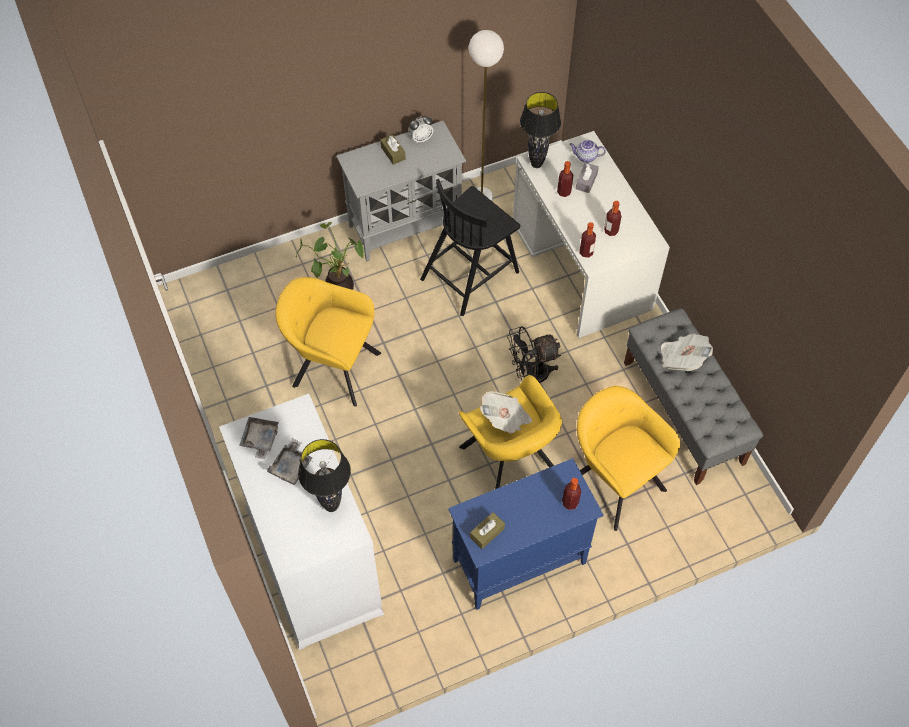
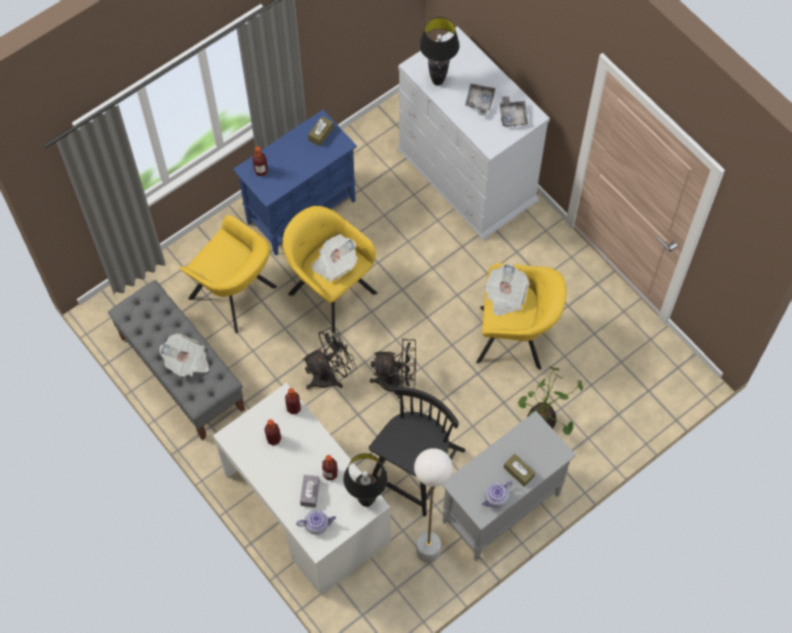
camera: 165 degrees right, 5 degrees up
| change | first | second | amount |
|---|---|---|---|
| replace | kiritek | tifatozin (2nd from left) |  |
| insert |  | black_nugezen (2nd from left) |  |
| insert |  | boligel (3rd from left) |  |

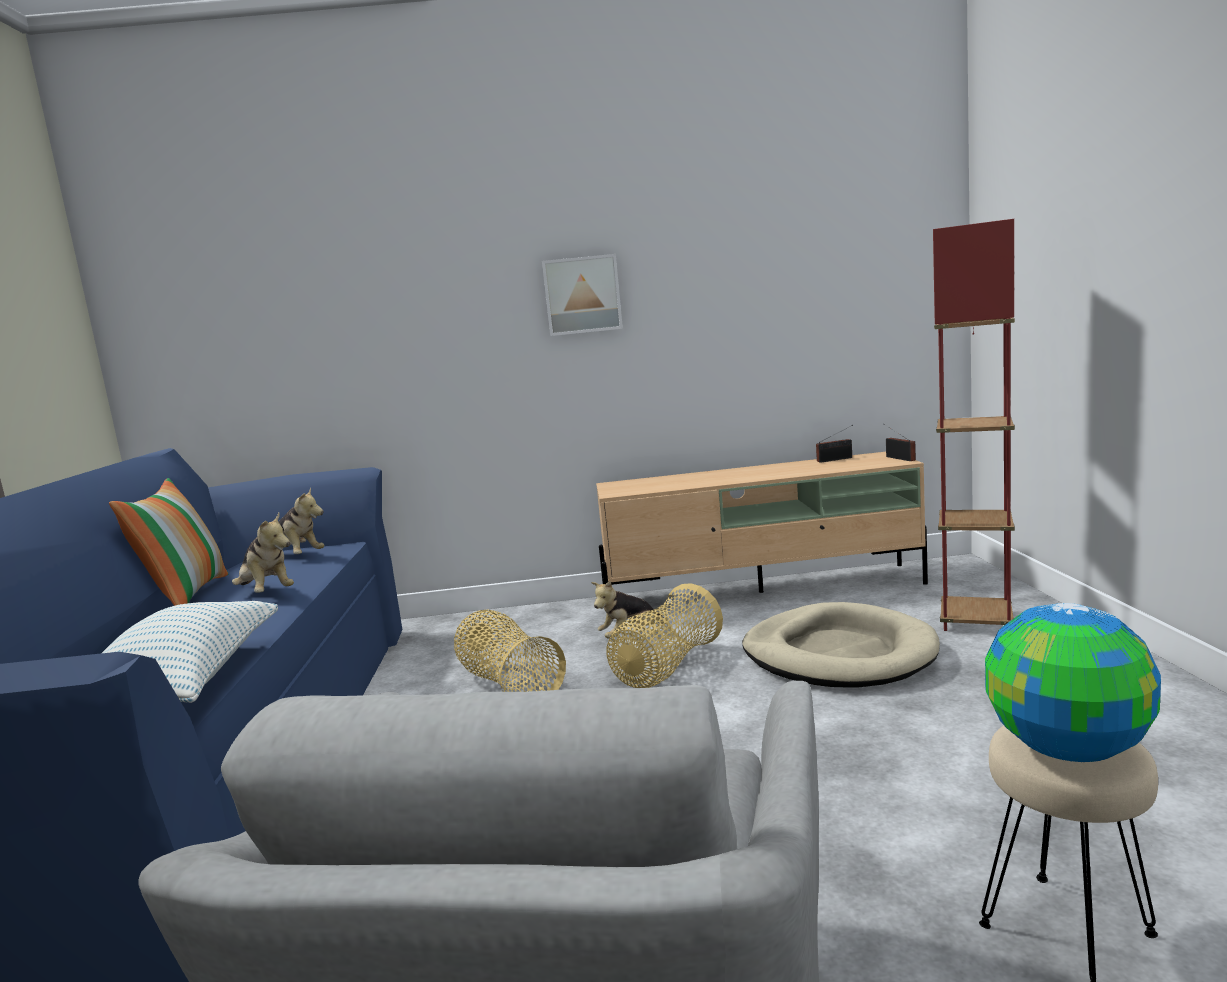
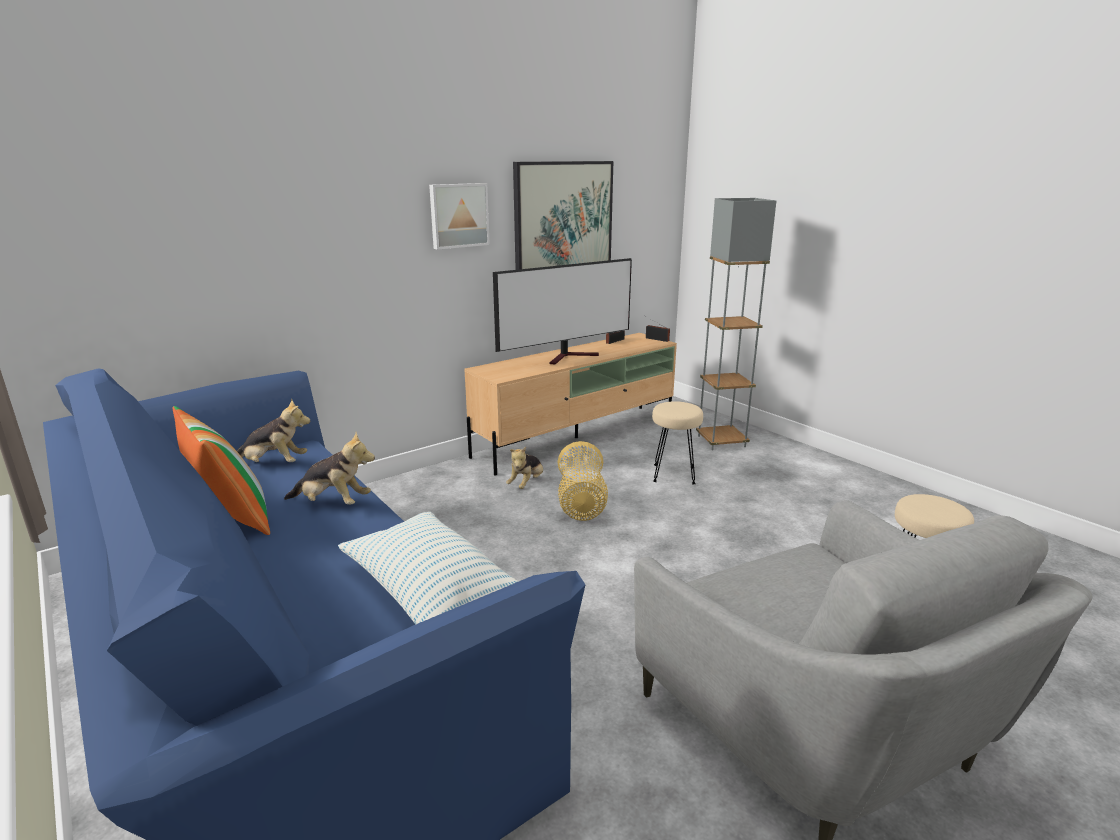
camera: 35 degrees left, 10 degrees up
| change | first | second | amount |
|---|---|---|---|
| delete | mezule (1st from left) |  |  |
| replace | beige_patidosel | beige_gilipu (1st from left) |  |
| recolor | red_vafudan | grey_vafudan |  |
| delete | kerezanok |  |  |
| insert |  | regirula |  |
| insert |  | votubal (2nd from left) |  |

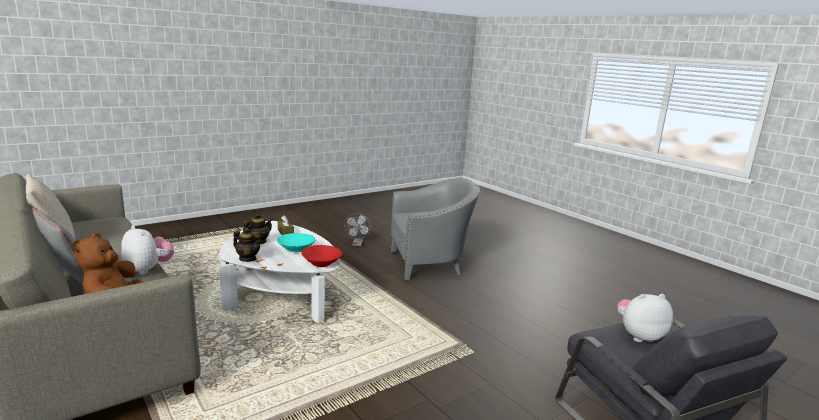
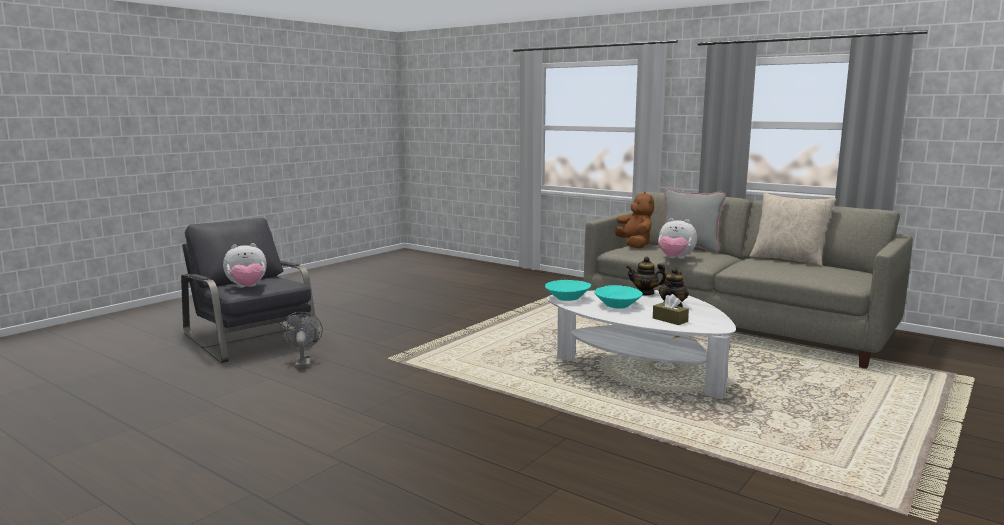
camera: 165 degrees right, 5 degrees down
| change | first | second | amount |
|---|---|---|---|
| recolor | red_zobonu | turquoise_zobonu (1st from left) |  |
| move | grey_nugezen |  |  |
| delete | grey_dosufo (1st from left) |  |  |

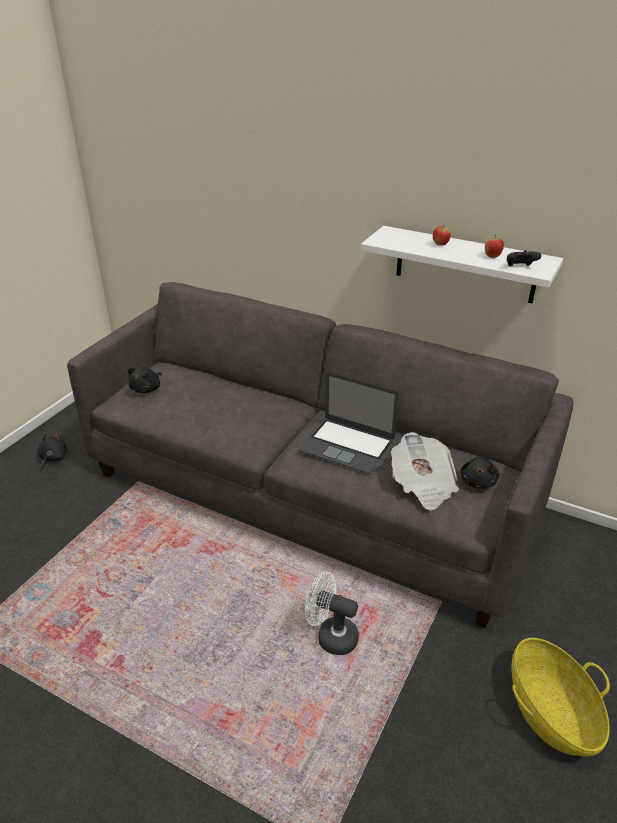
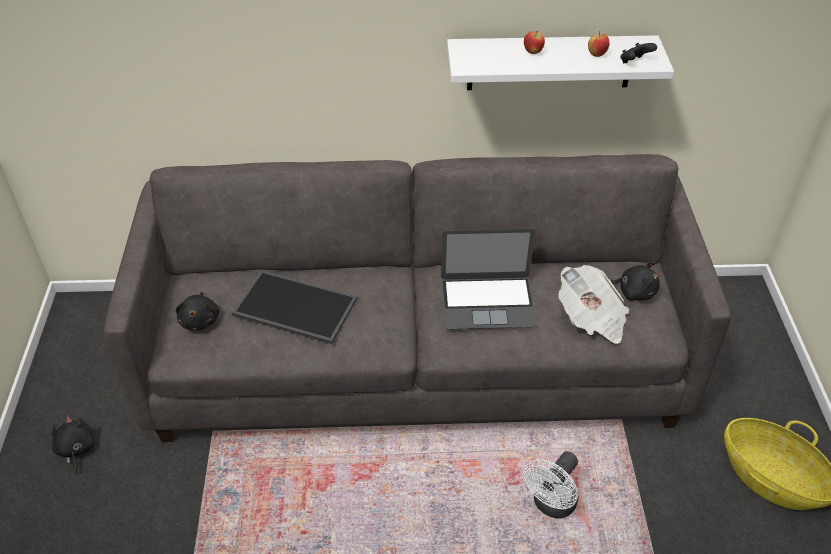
camera: 30 degrees left, 10 degrees up
| change | first | second | amount |
|---|---|---|---|
| rotate | white_nugezen |  | 45 degrees counterclockwise |
| rotate | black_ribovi (3rd from left) |  | 60 degrees counterclockwise |
| insert |  | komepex |  |

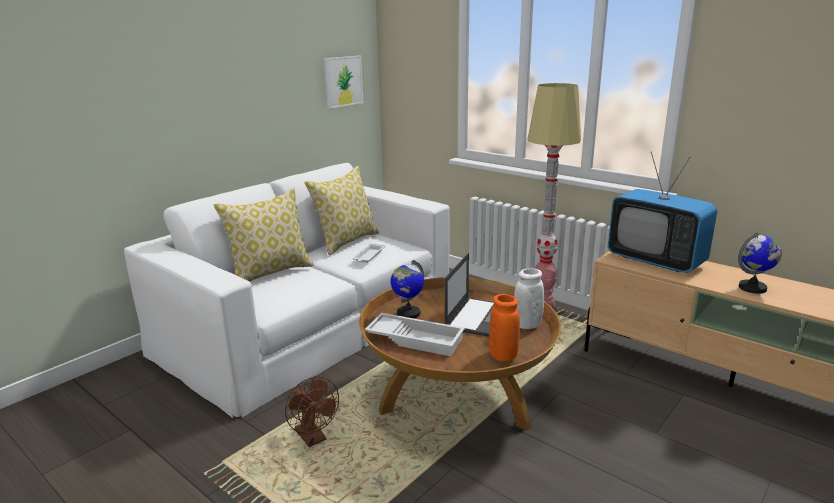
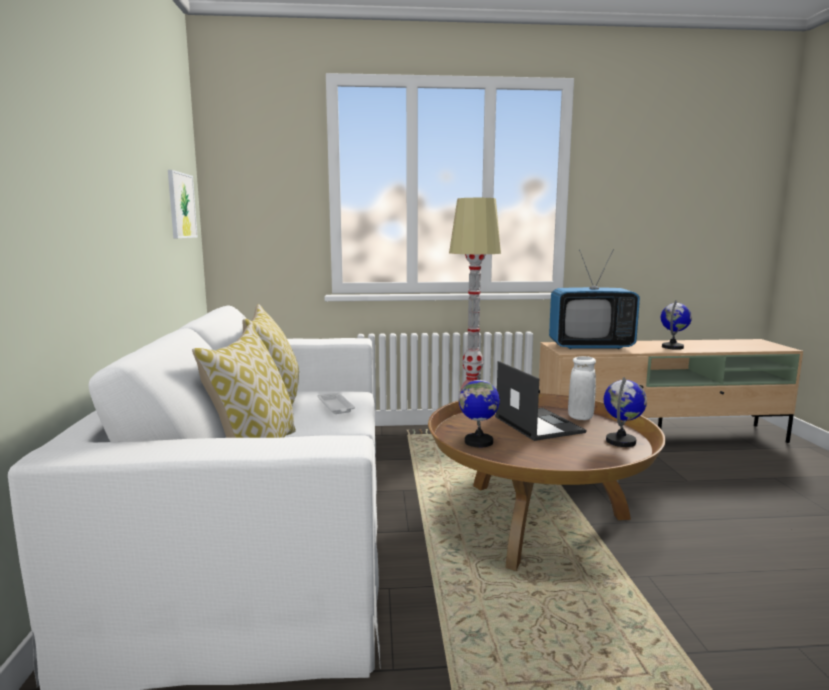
camera: 45 degrees left, 10 degrees down
| change | first | second | amount |
|---|---|---|---|
| delete | brown_nugezen |  |  |
| delete | white_komepex (2nd from left) |  |  |
| replace | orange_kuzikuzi | kerezanok (2nd from left) |  |

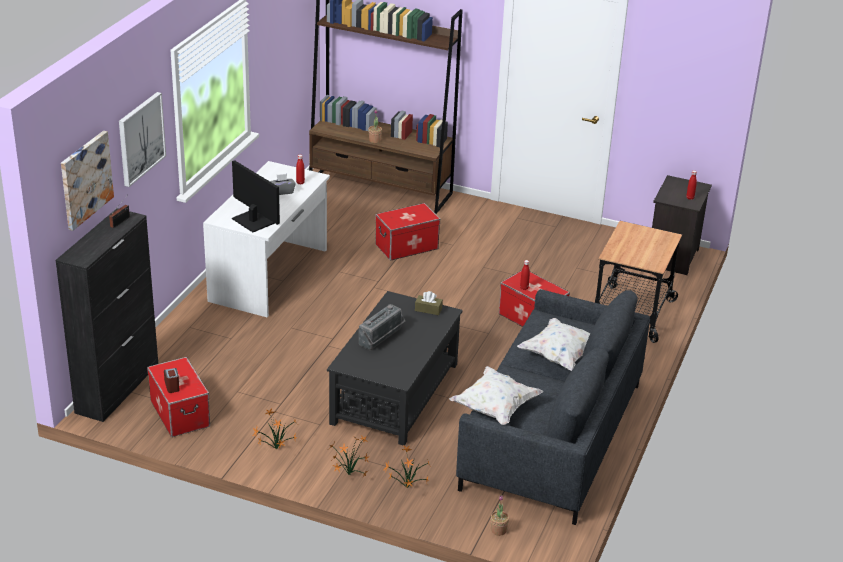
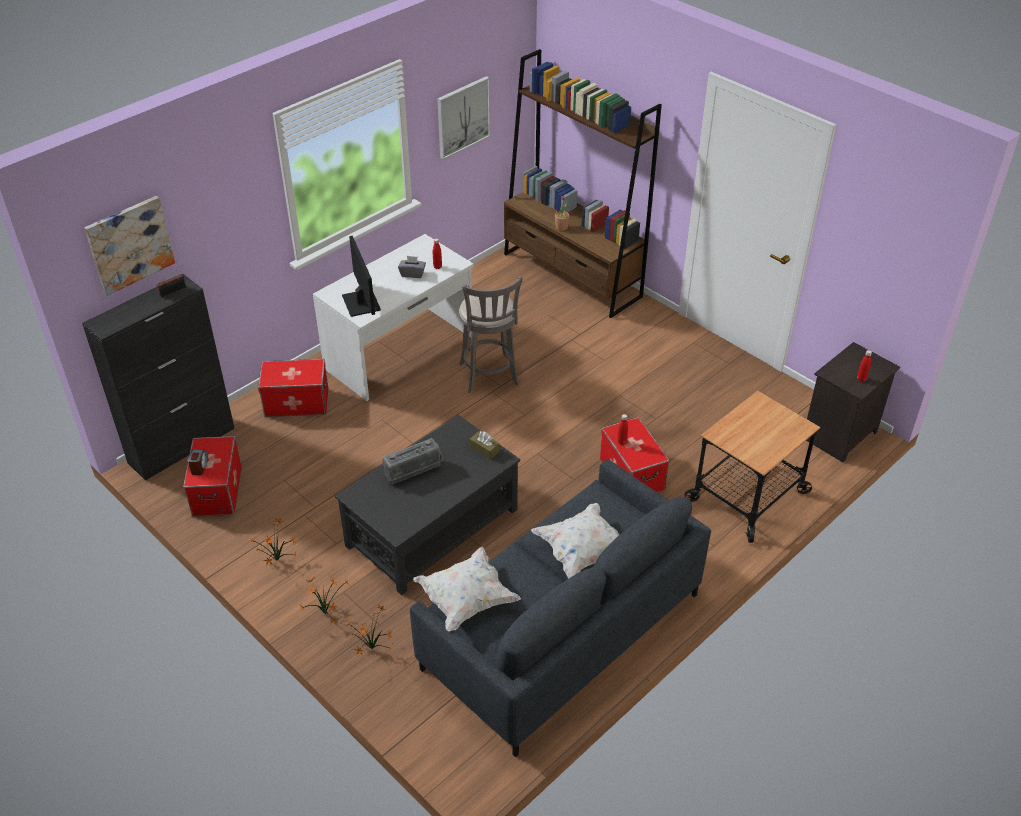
camera: 25 degrees right, 10 degrees up
| change | first | second | amount |
|---|---|---|---|
| move | votubal (2nd from left) |  |  |
| move | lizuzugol (2nd from left) |  |  |
| delete | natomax (5th from left) |  |  |
| insert |  | grey_gilipu |  |

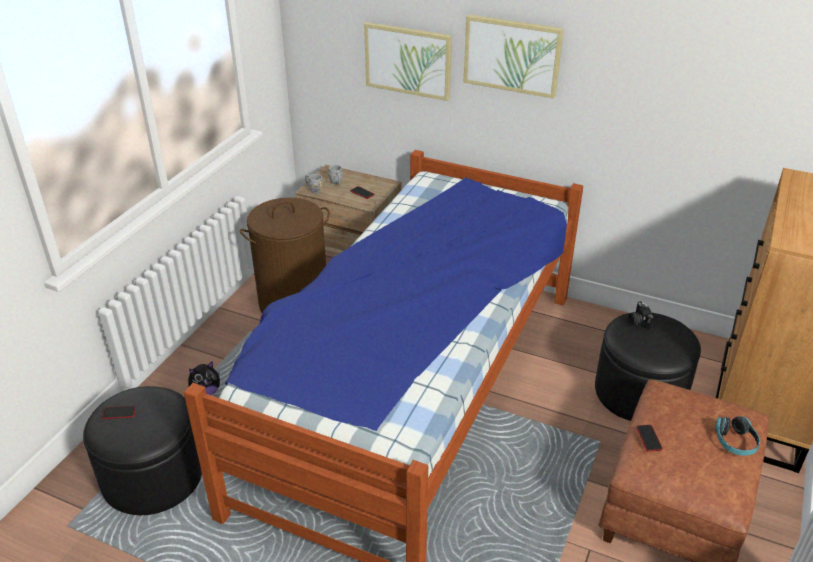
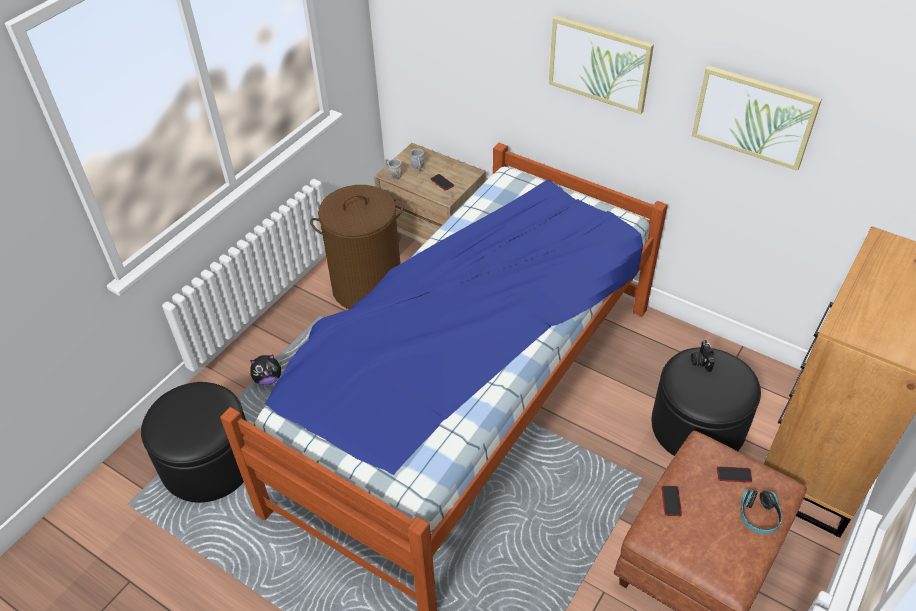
camera: 10 degrees right, 10 degrees up
| change | first | second | amount |
|---|---|---|---|
| move | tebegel (1st from left in the first image) | tebegel (3rd from left) |  |
| move | votubal (1st from left in the first image) | votubal (2nd from left) |  |

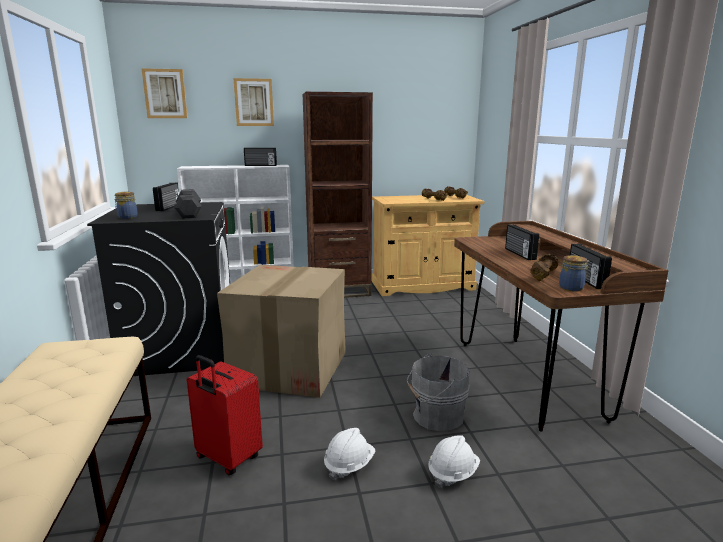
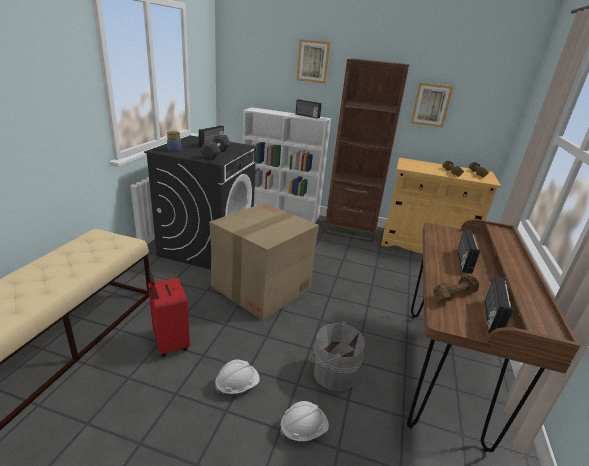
camera: 25 degrees right, 10 degrees up
| change | first | second | amount |
|---|---|---|---|
| move | votubal (1st from left in the first image) | votubal (2nd from left) |  |
| delete | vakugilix (2nd from left) |  |  |

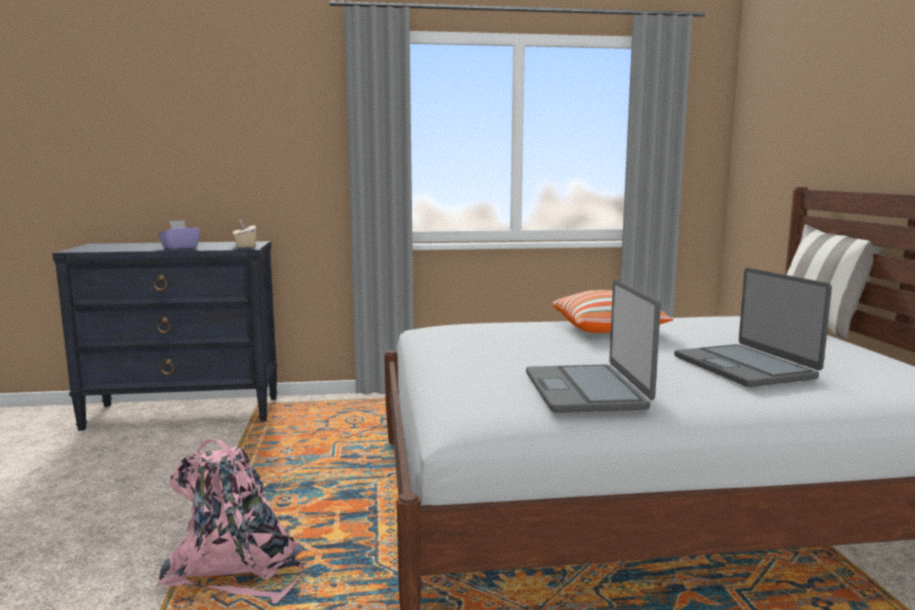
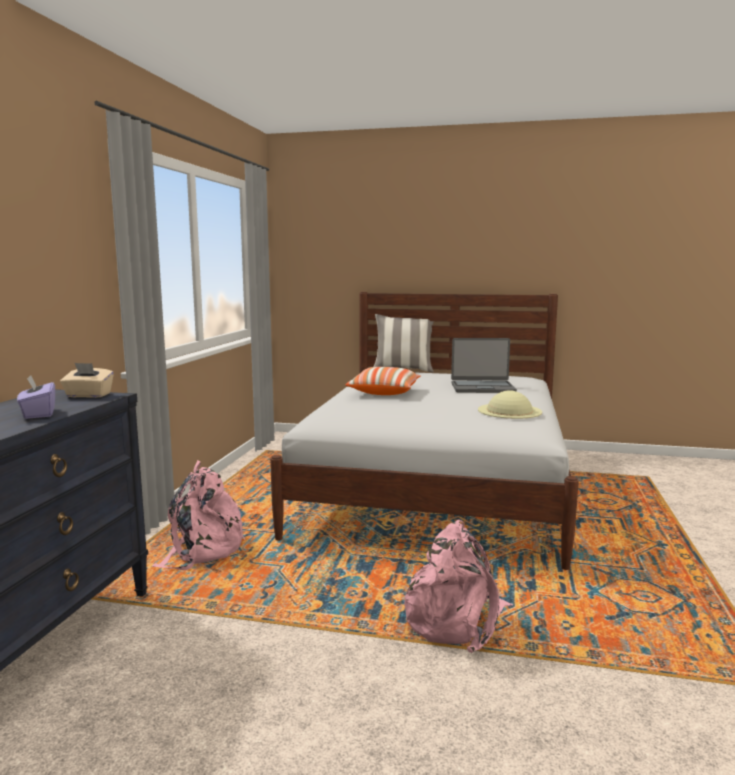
camera: 70 degrees left, 0 degrees up
| change | first | second | amount |
|---|---|---|---|
| replace | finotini (1st from left) | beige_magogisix |  |
| insert |  | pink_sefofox (1st from left) |  |

